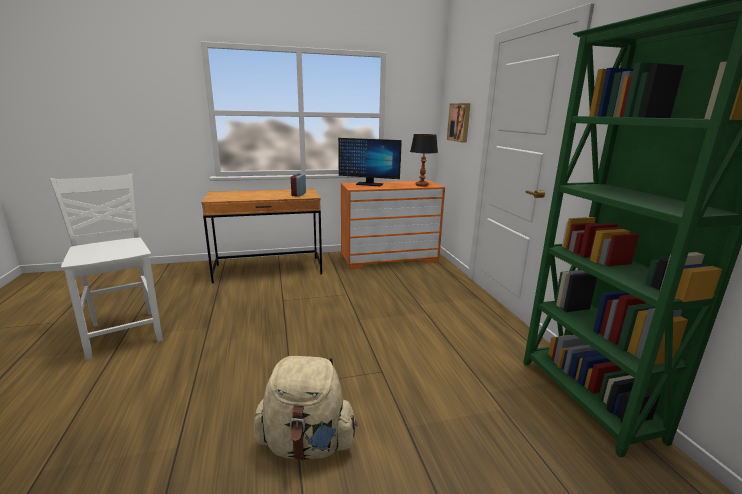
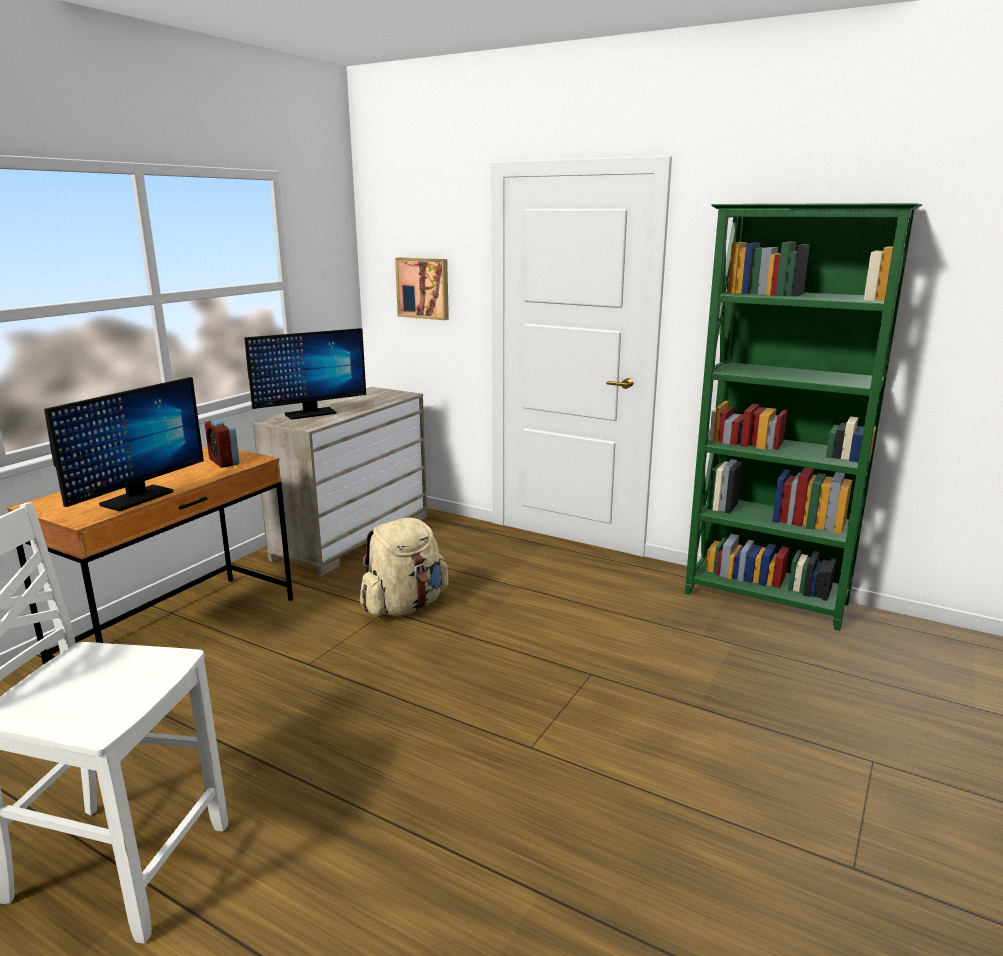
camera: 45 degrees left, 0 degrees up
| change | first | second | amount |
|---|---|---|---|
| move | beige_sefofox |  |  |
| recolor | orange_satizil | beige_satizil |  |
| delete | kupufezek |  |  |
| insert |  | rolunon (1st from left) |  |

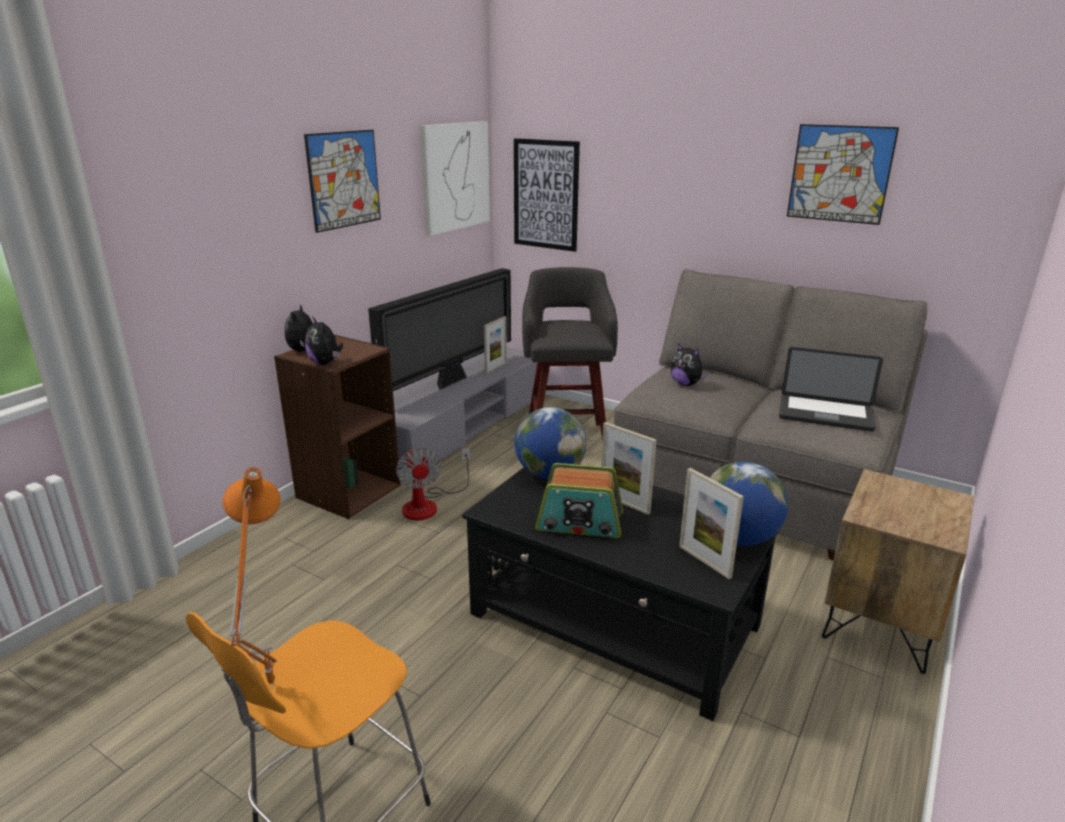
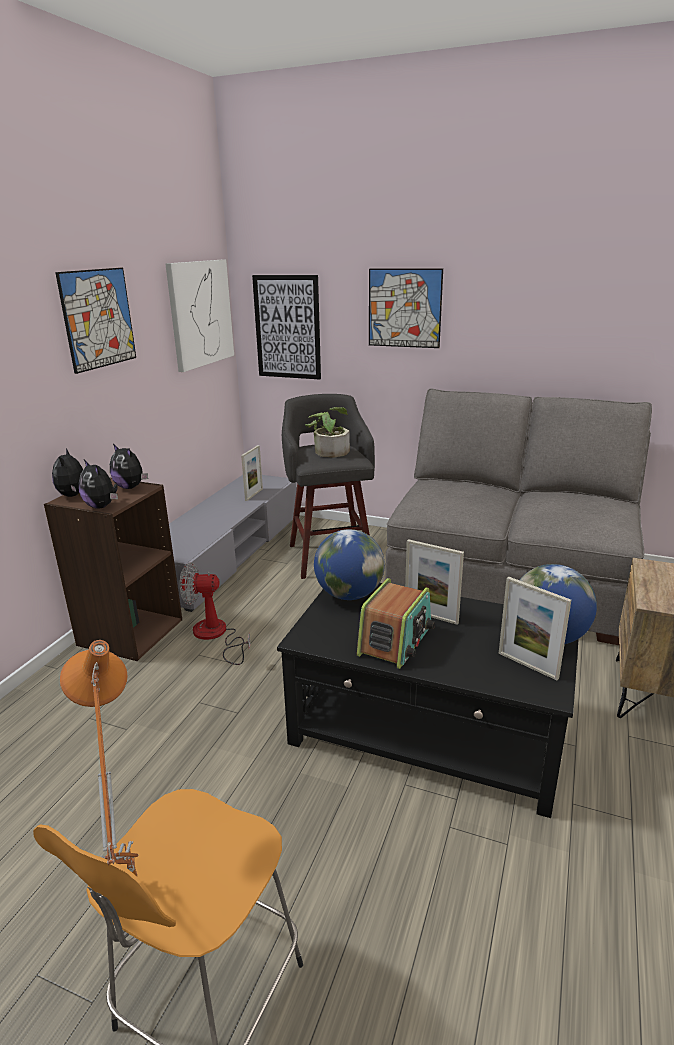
camera: 10 degrees left, 0 degrees up
| change | first | second | amount |
|---|---|---|---|
| delete | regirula |  |  |
| rotate | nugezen |  | 120 degrees clockwise |
| rotate | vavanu |  | 60 degrees counterclockwise |
| move | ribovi (3rd from left) |  |  |
| delete | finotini |  |  |
| move | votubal (4th from left) |  |  |
| insert |  | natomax |  |

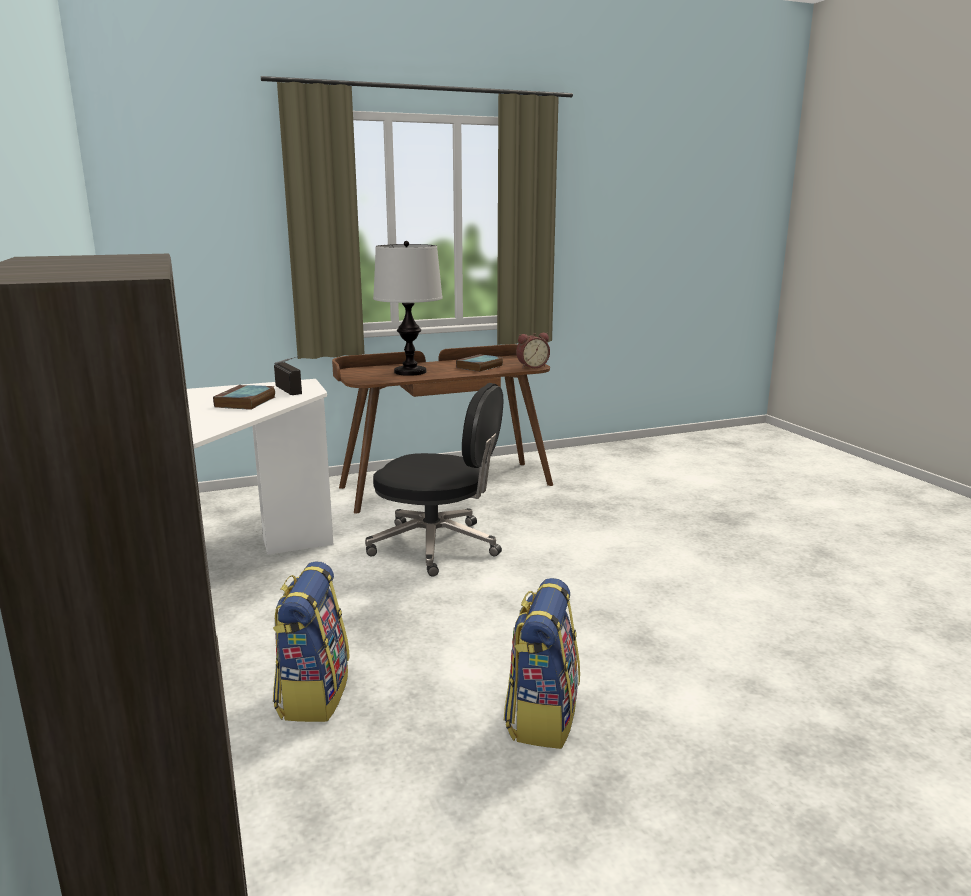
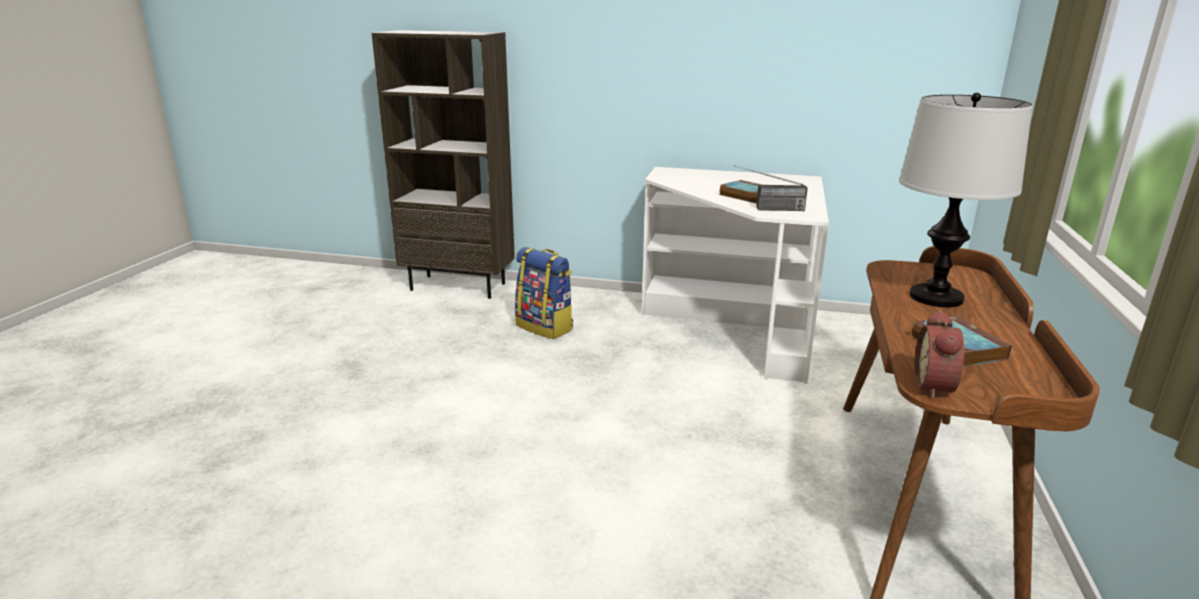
camera: 125 degrees right, 5 degrees up
| change | first | second | amount |
|---|---|---|---|
| delete | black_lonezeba |  |  |
| delete | sefofox (2nd from left) |  |  |

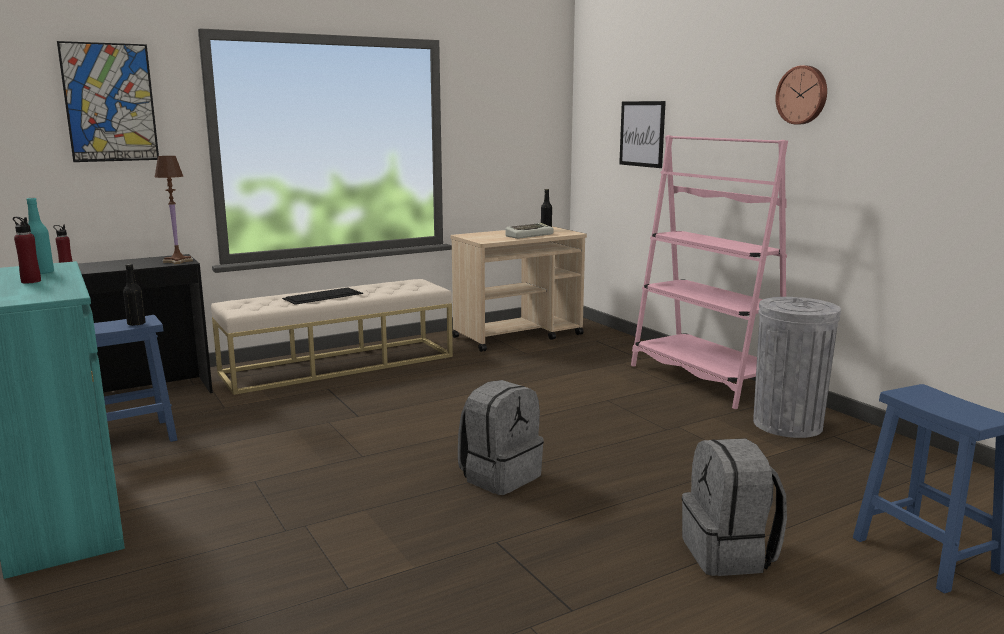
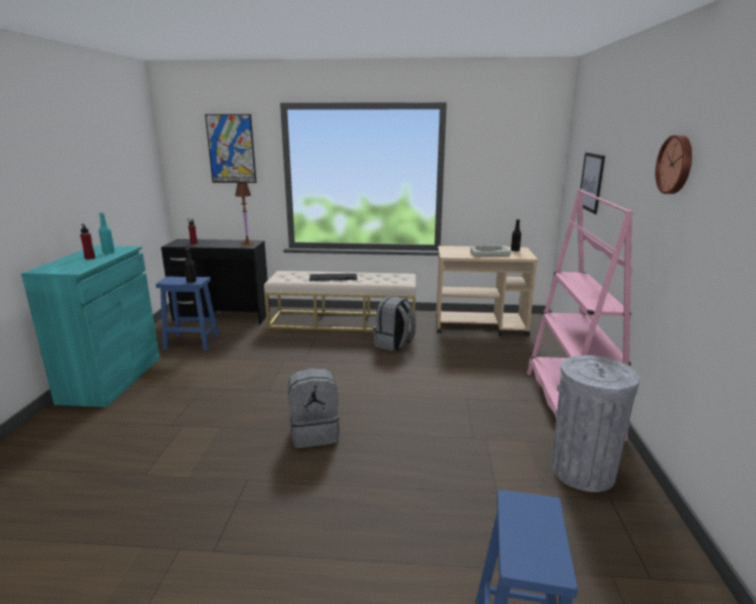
camera: 35 degrees right, 5 degrees up
| change | first | second | amount |
|---|---|---|---|
| move | grey_sefofox (2nd from left) |  |  |

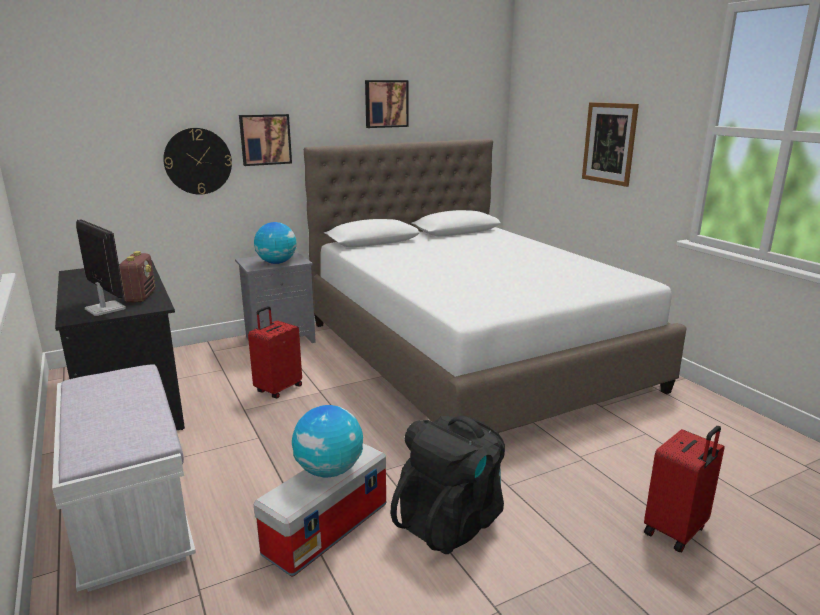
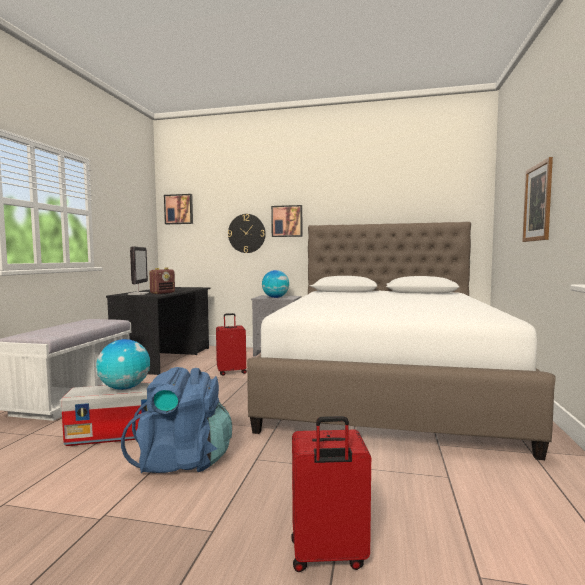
camera: 40 degrees right, 15 degrees down
| change | first | second | amount |
|---|---|---|---|
| move | votubal (2nd from left in the first image) | votubal (1st from left) |  |
| recolor | black_sefofox | blue_sefofox |  |

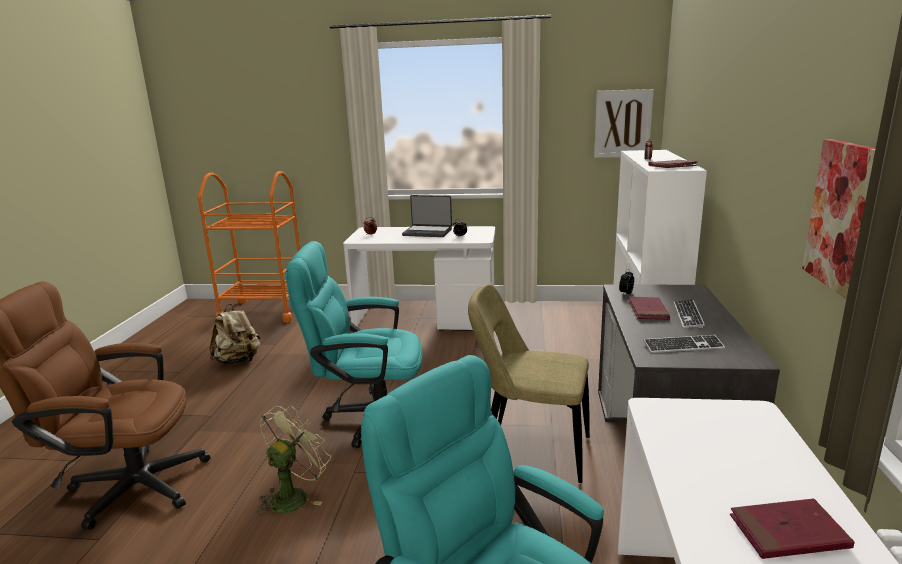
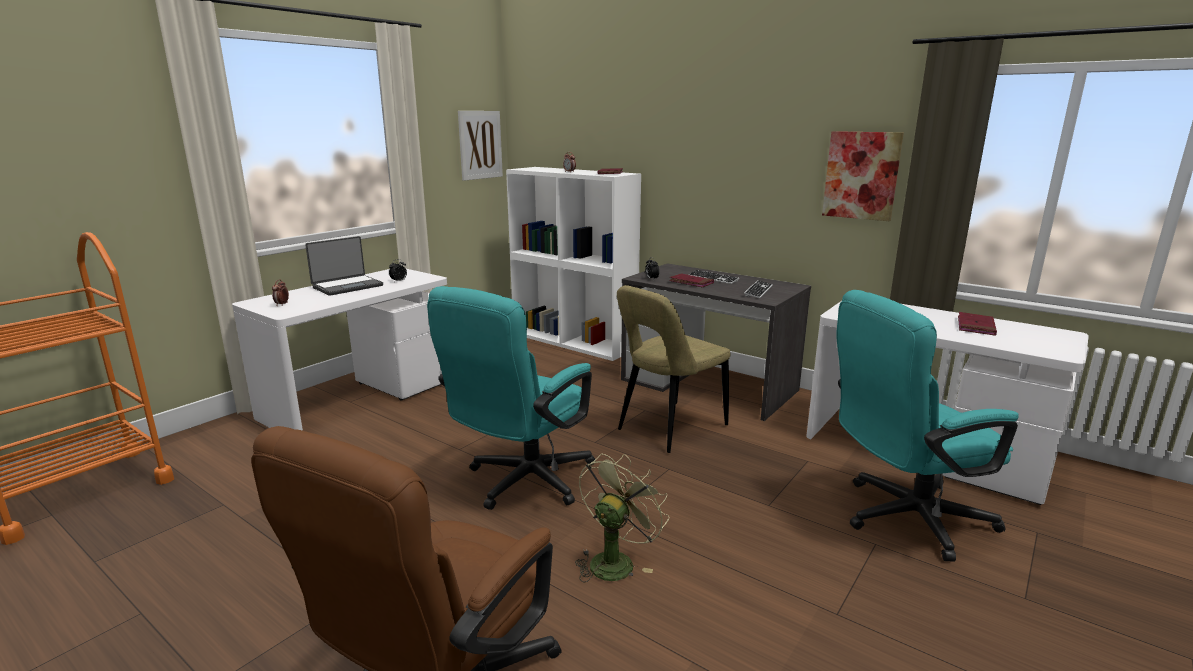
camera: 60 degrees left, 0 degrees up
| change | first | second | amount |
|---|---|---|---|
| delete | beige_sefofox |  |  |
| rotate | green_nugezen |  | 60 degrees clockwise |

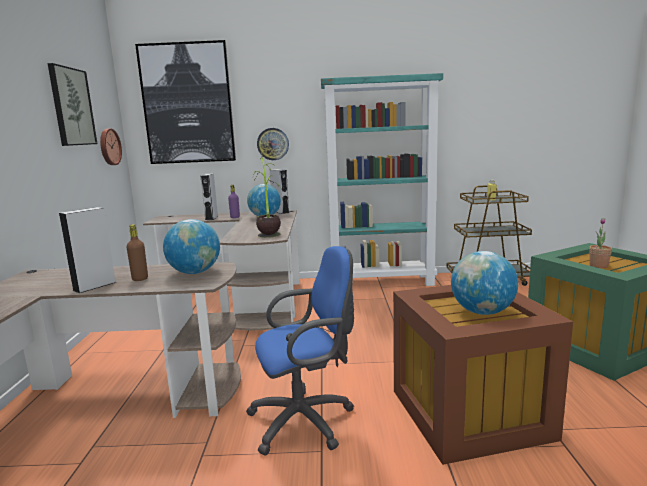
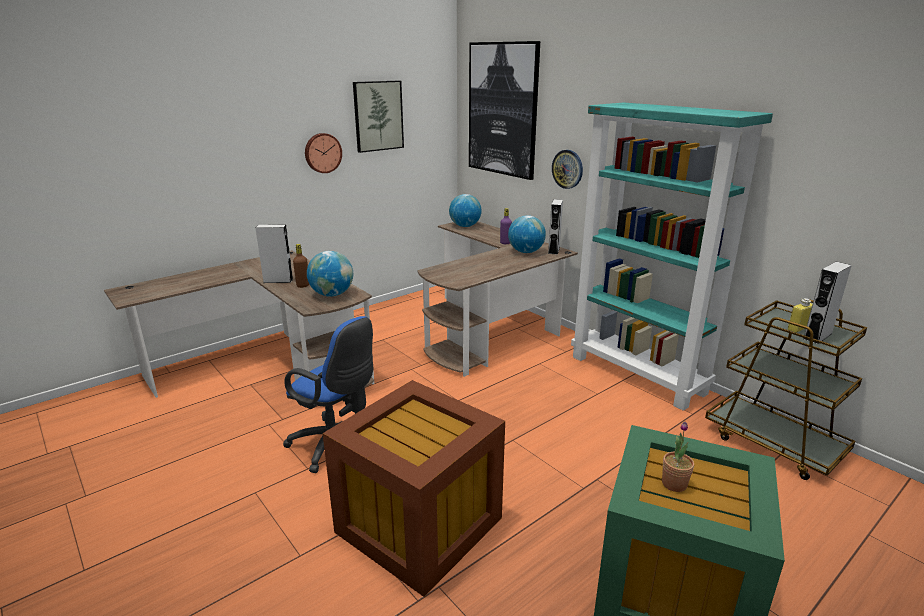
camera: 50 degrees right, 10 degrees up
| change | first | second | amount |
|---|---|---|---|
| move | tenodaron (1st from left) |  |  |
| move | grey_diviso (2nd from left in the first image) | grey_diviso (3rd from left) |  |
| delete | natomax (1st from left) |  |  |
| move | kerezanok (3rd from left in the first image) | kerezanok (2nd from left) |  |

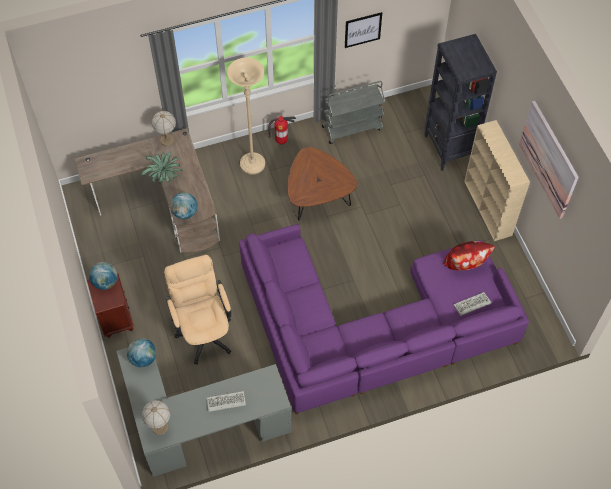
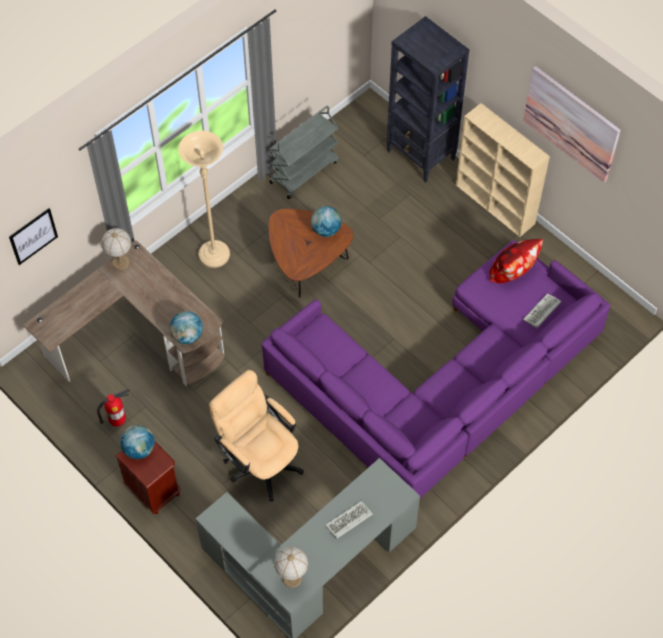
camera: 25 degrees left, 0 degrees up
| change | first | second | amount |
|---|---|---|---|
| move | kerezanok (2nd from left in the first image) | kerezanok (3rd from left) |  |
| delete | natomax |  |  |
| move | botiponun |  |  |
| move | votubal (1st from left) |  |  |

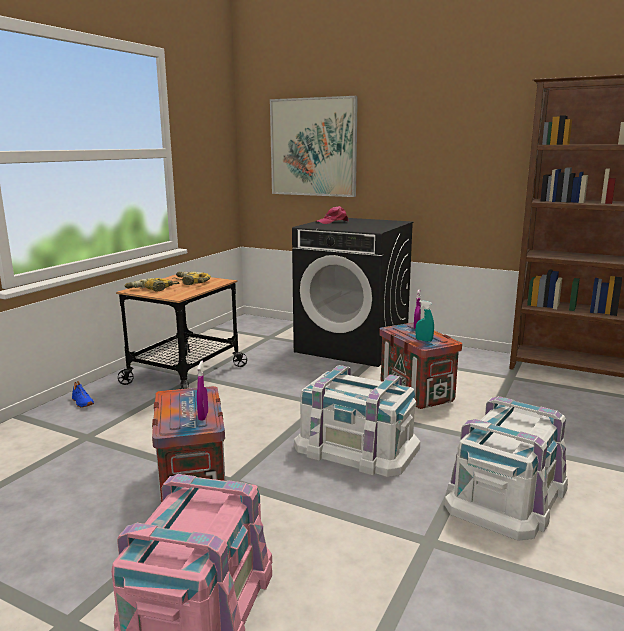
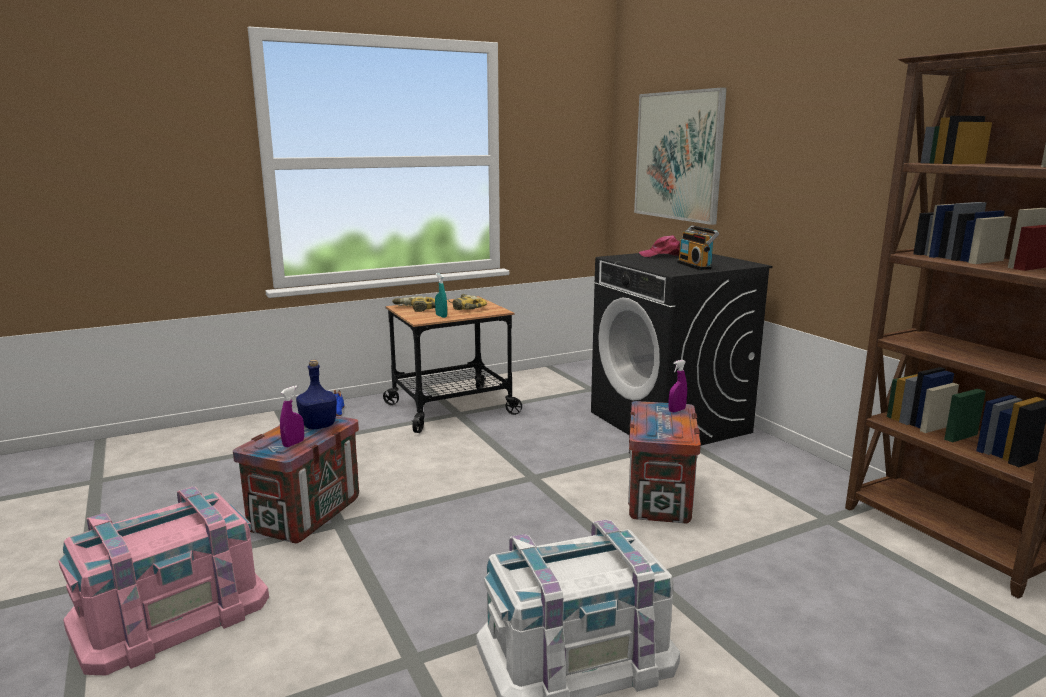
camera: 35 degrees right, 0 degrees up
| change | first | second | amount |
|---|---|---|---|
| delete | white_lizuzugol (1st from left) |  |  |
| move | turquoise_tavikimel |  |  |
| insert |  | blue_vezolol |  |
| insert |  | vavanu |  |

